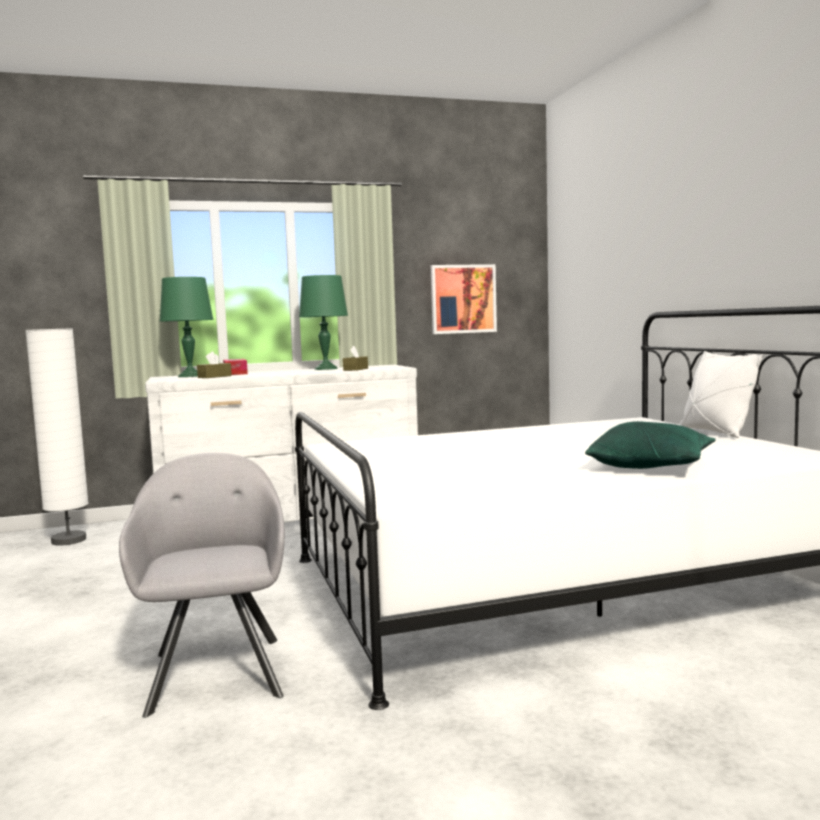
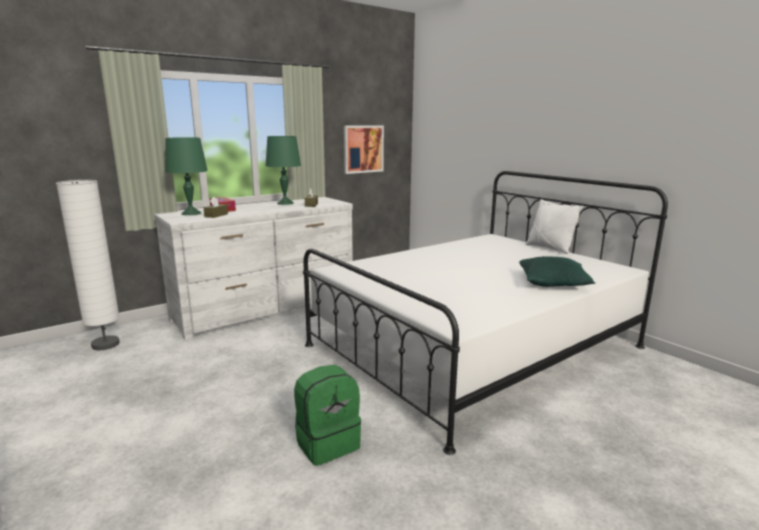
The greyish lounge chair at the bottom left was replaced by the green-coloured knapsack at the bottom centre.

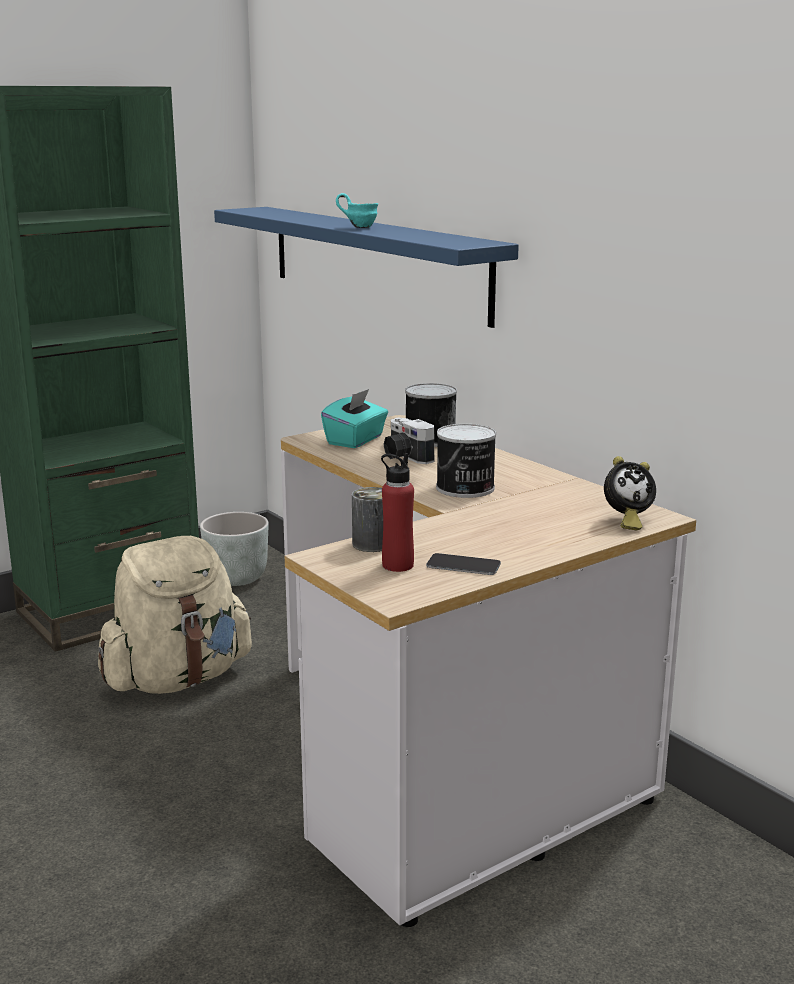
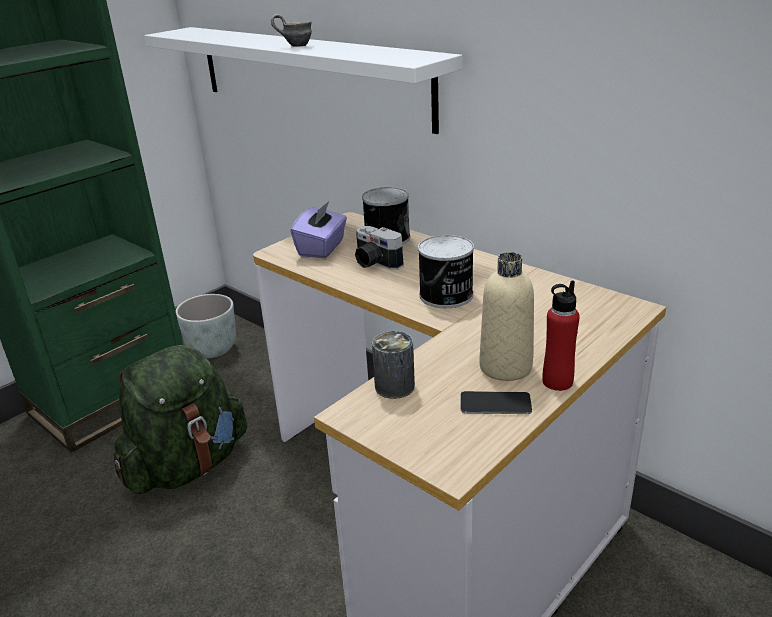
The table clock at the middle right disappeared.
The beige beverage bottle at the centre appeared.
The reddish beverage bottle moved from the centre to the middle right.
The beige knapsack at the middle left became the green-coloured knapsack at the bottom left.
The blue bracket shelf at the top centre became the whitish bracket shelf at the top centre.
The turquoise-coloured tissue box at the centre became the purple-coloured tissue box at the centre.
The turquoise-coloured tea mug at the top centre became the greyish tea mug at the top centre.

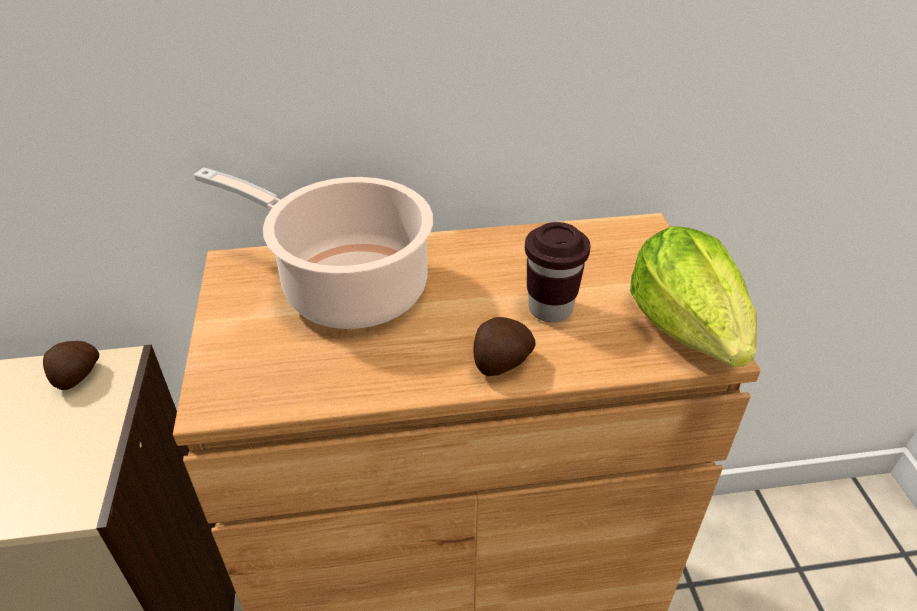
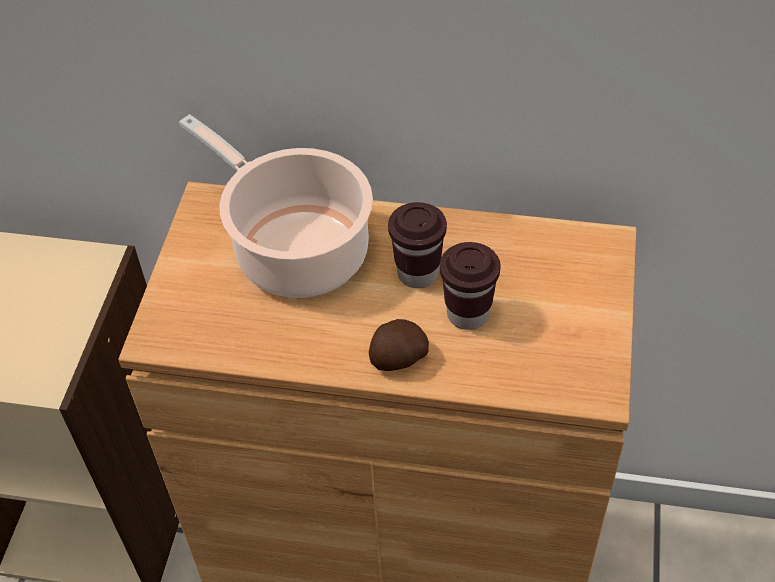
The whole potato (1st from left) at the middle left disappeared.
The lettuce at the middle right disappeared.
The brownish small cup (1st from left) at the centre appeared.

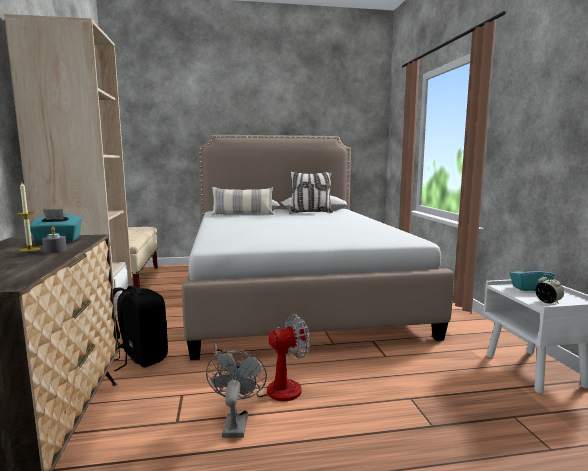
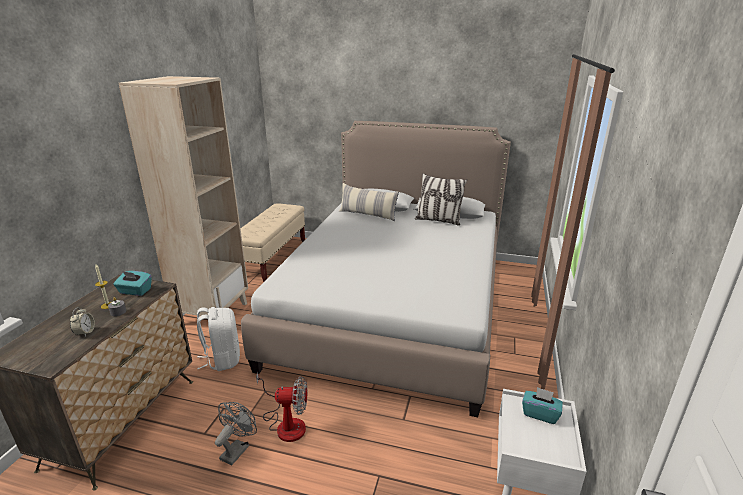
The table clock moved from the middle right to the middle left.
The black-coloured knapsack at the bottom left became the whitish knapsack at the bottom left.

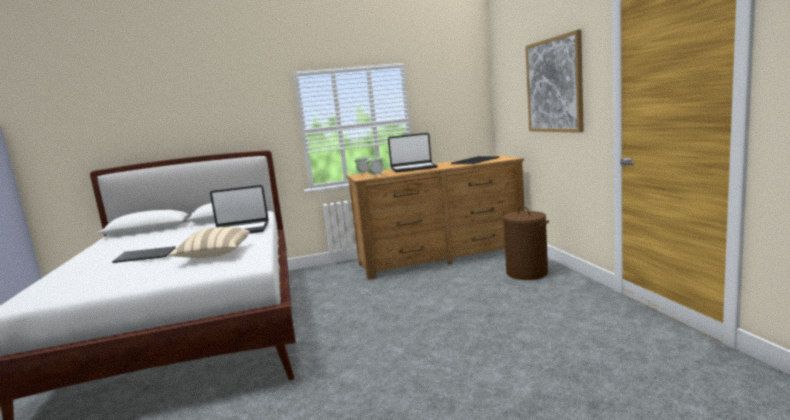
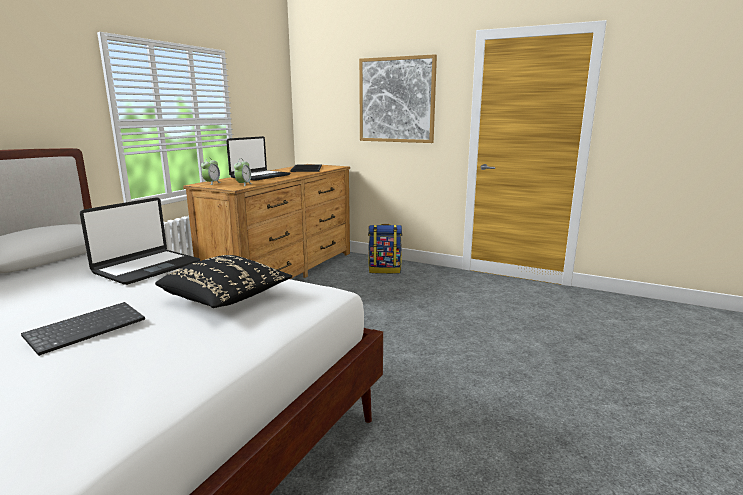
The brownish hamper at the centre was replaced by the knapsack at the centre.
The beige pillow at the middle left became the black-coloured pillow at the middle left.

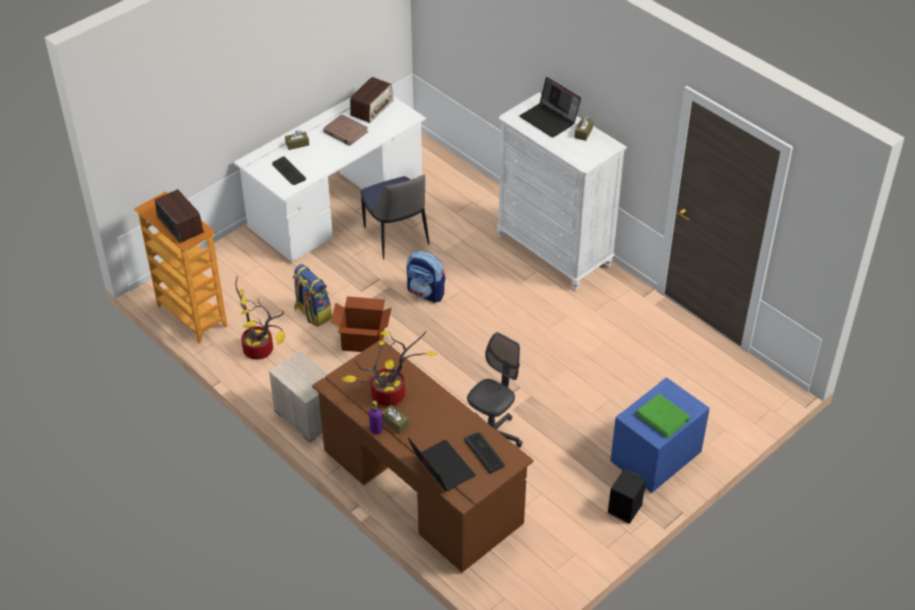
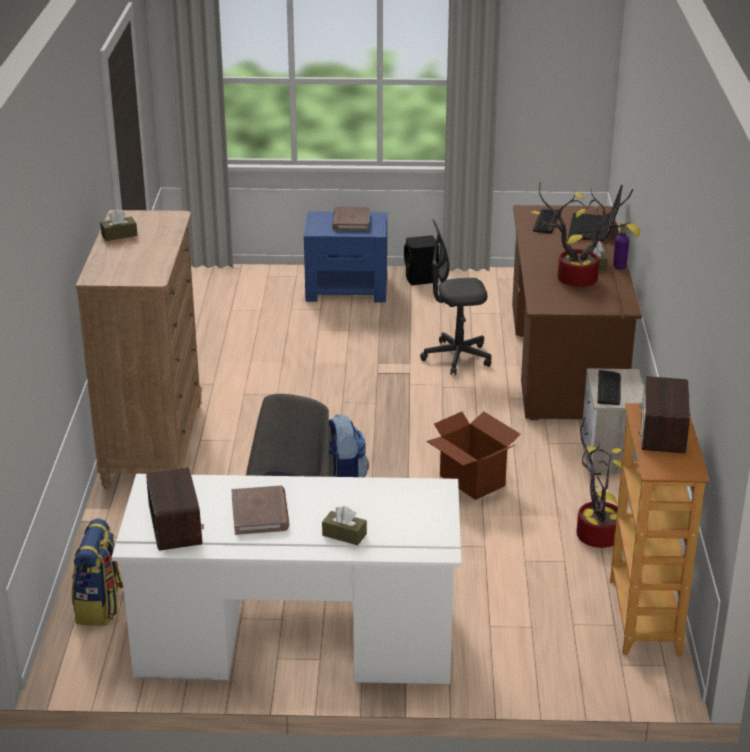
The notebook computer (2nd from left) at the top centre disappeared.
The PC keyboard (1st from left in the first image) moved from the top left to the middle right.
The knapsack (1st from left) moved from the centre to the bottom left.
The whitish chest of drawers at the top centre became the brownish chest of drawers at the middle left.
The green-coloured book at the bottom right became the brownish book (2nd from left) at the top centre.
The radio (2nd from left in the first image) at the top centre turned 90 degrees clockwise.

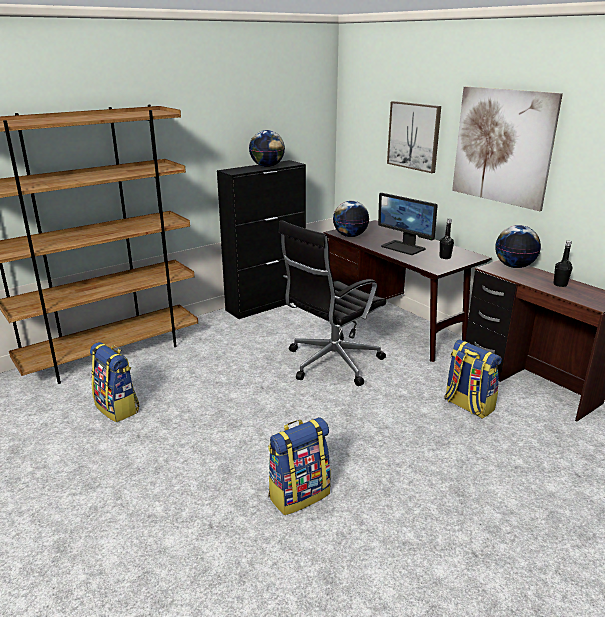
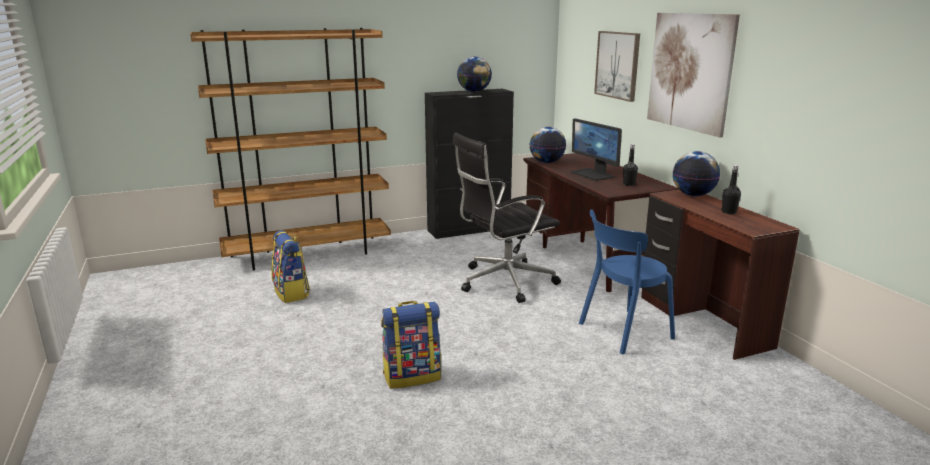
The knapsack (3rd from left) at the middle right was replaced by the blue chair at the middle right.

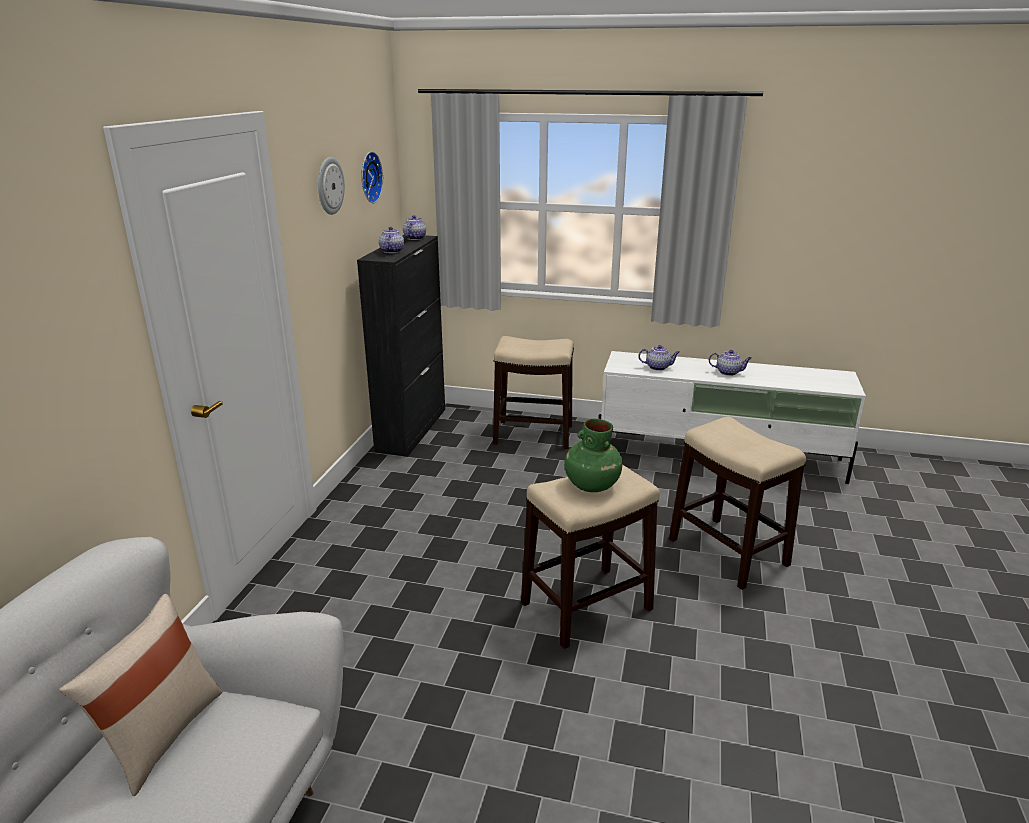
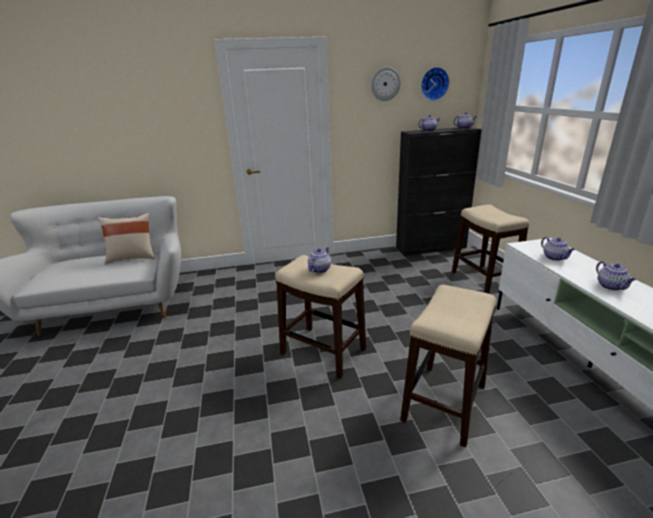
The green-coloured flower vase at the centre was replaced by the tea pot (1st from left) at the centre.

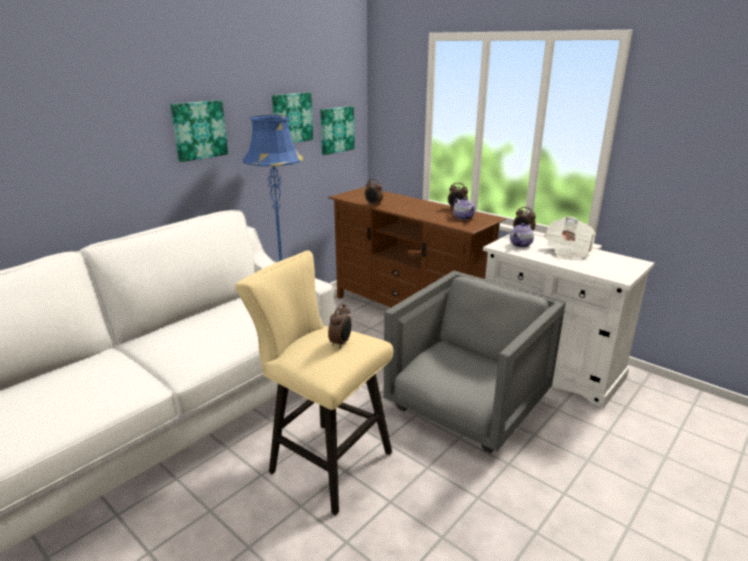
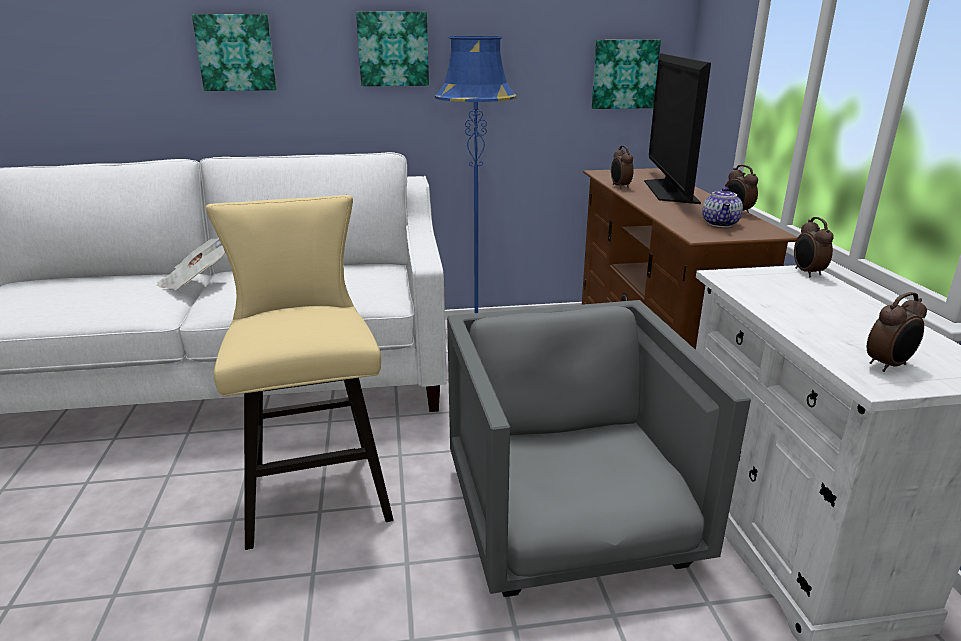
The tea pot (2nd from left) at the middle right disappeared.
The TV set at the top right appeared.
The picture (2nd from left in the first image) moved from the top centre to the top left.
The table clock (1st from left in the first image) moved from the centre to the middle right.
The daily paper moved from the middle right to the middle left.
The greyish lounge chair at the centre turned 90 degrees counterclockwise.

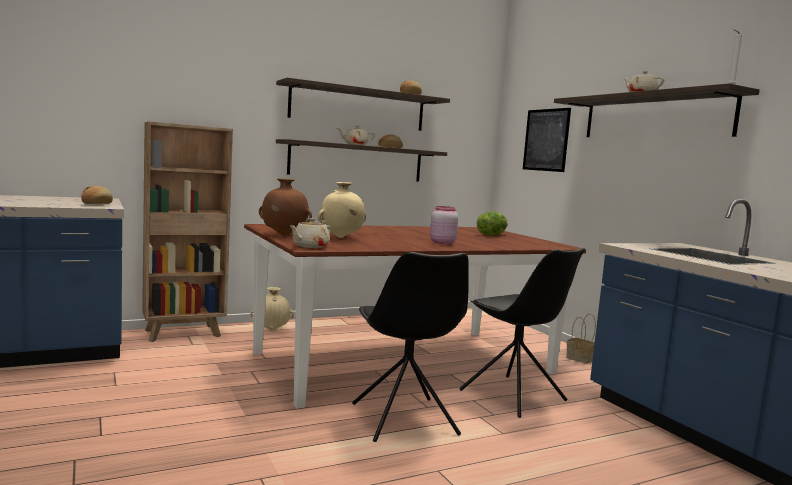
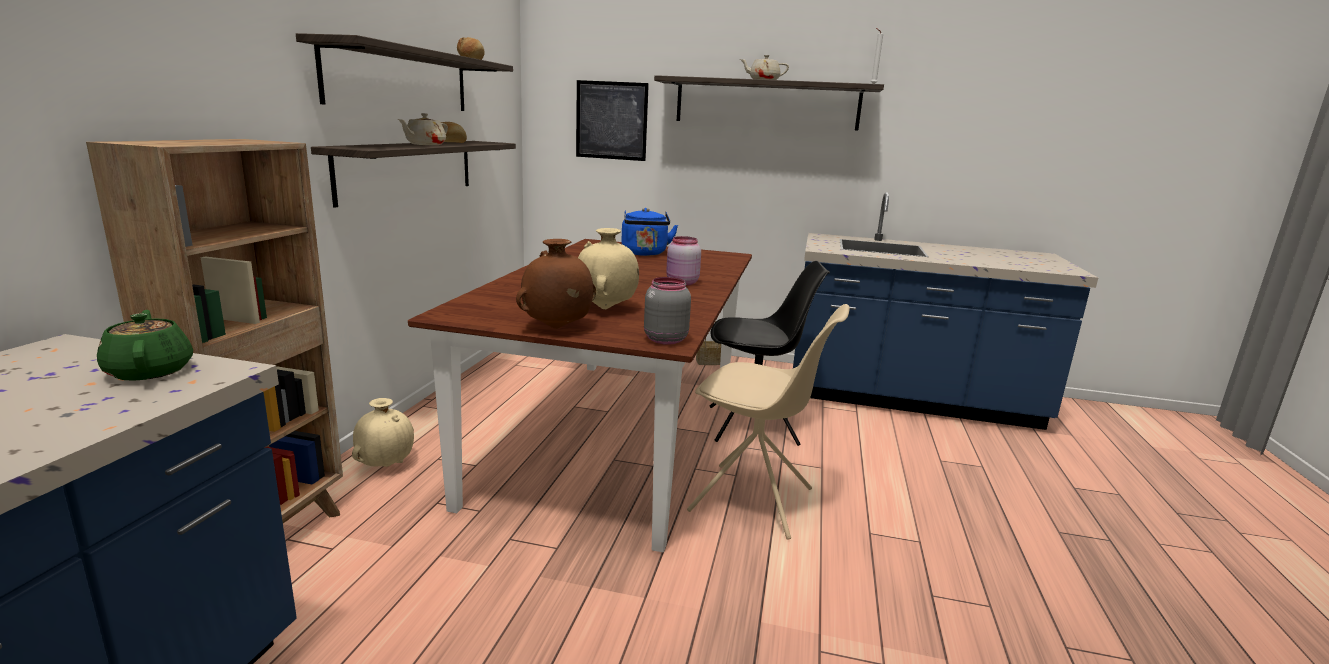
The baked bread (1st from left) at the middle left was replaced by the green-coloured tea pot at the middle left.
The beige tea pot (1st from left) at the centre was replaced by the greyish preserve jar at the centre.
The lettuce at the centre was replaced by the blue tea kettle at the centre.
The black-coloured chair (1st from left) at the bottom centre became the beige chair at the centre.

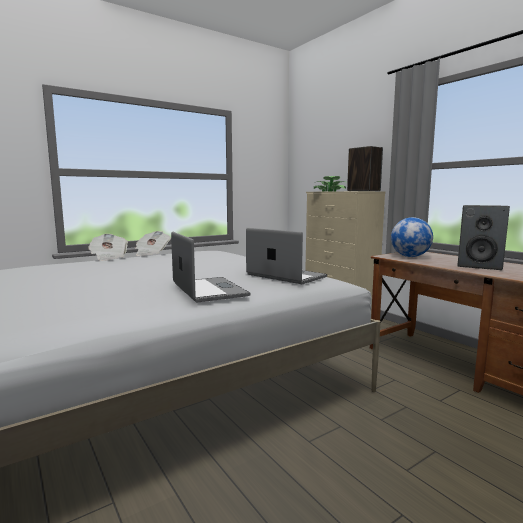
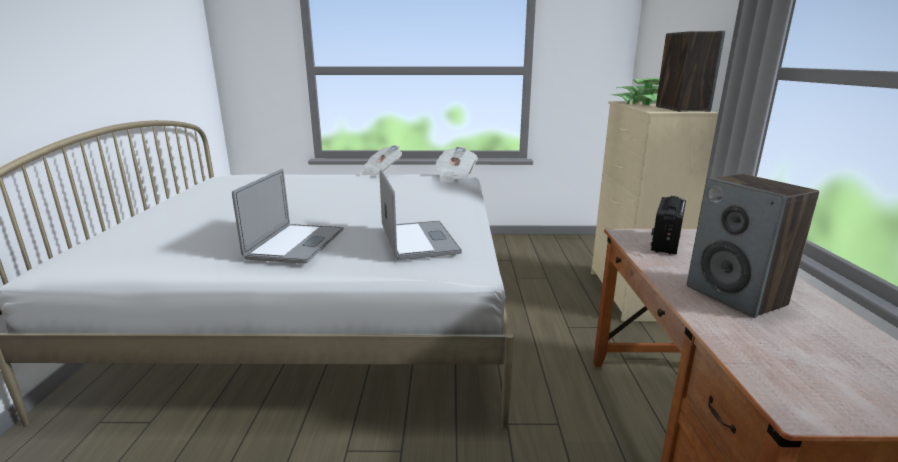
The daily paper (1st from left in the first image) moved from the middle left to the centre.
The world globe at the middle right was replaced by the radio at the middle right.

